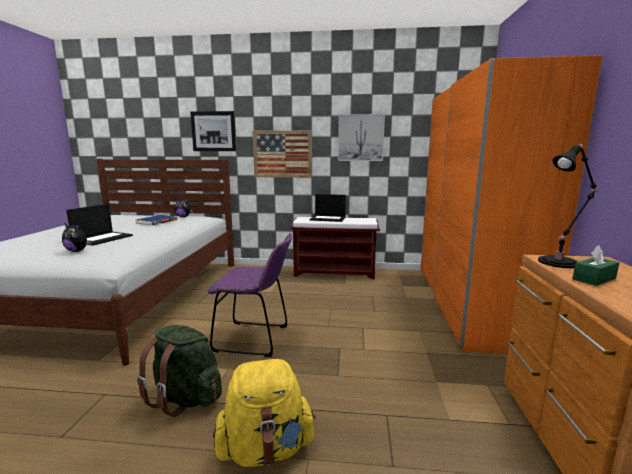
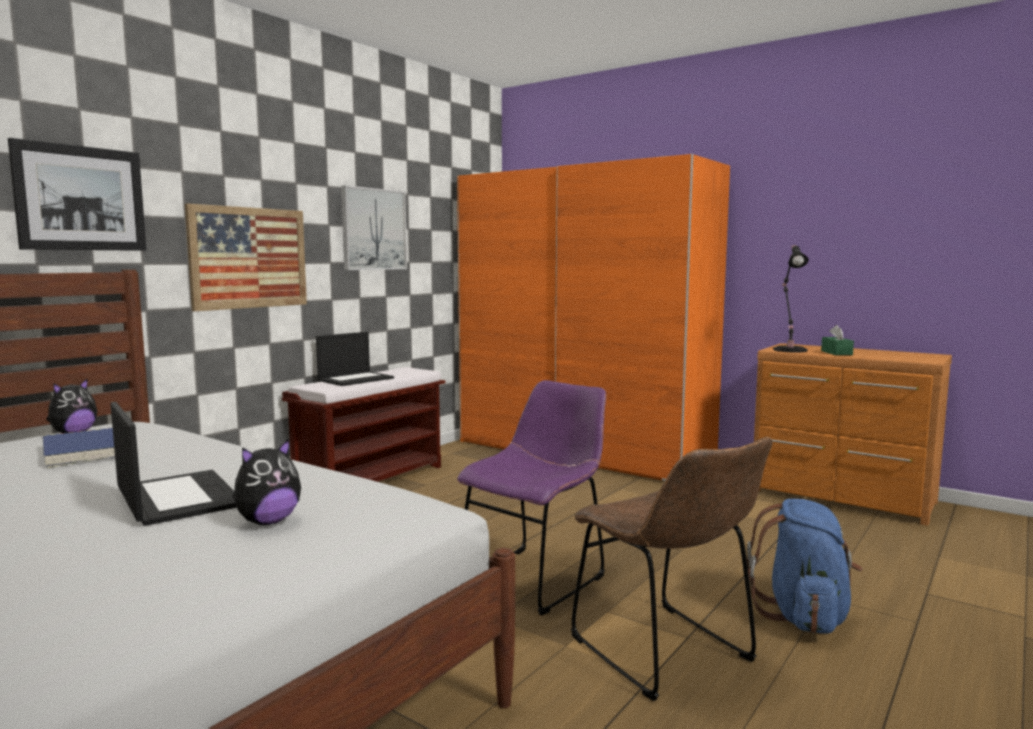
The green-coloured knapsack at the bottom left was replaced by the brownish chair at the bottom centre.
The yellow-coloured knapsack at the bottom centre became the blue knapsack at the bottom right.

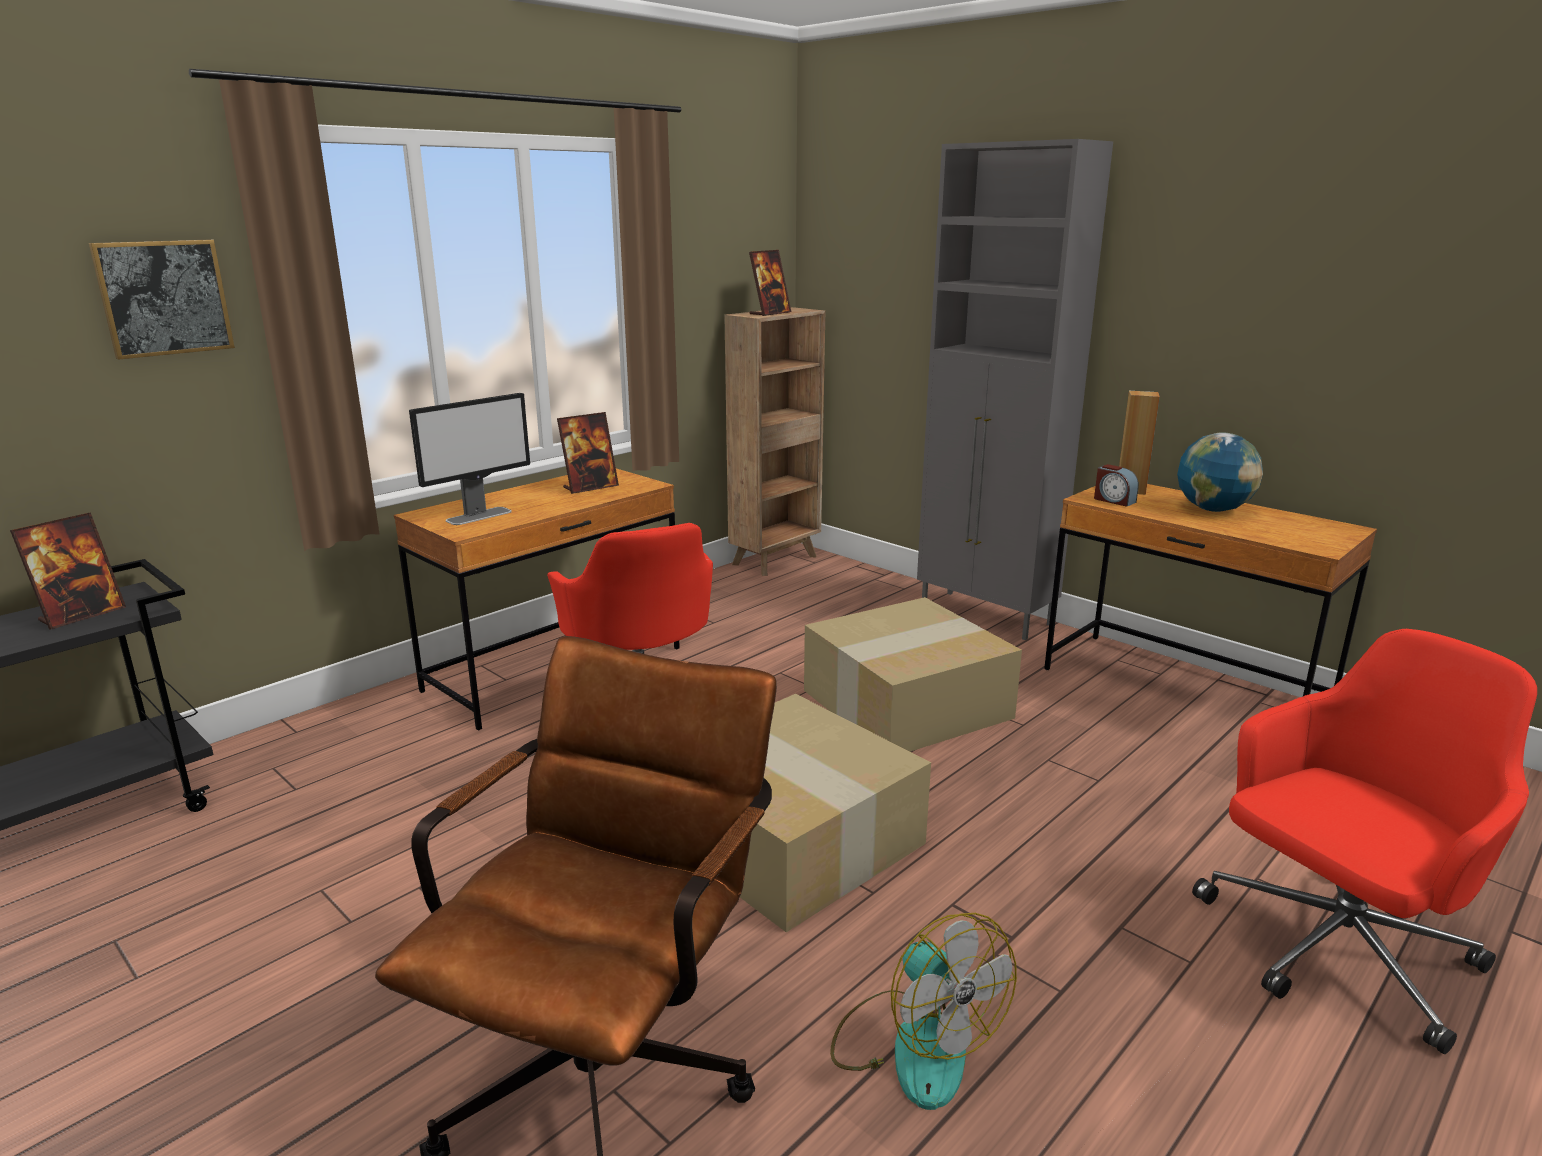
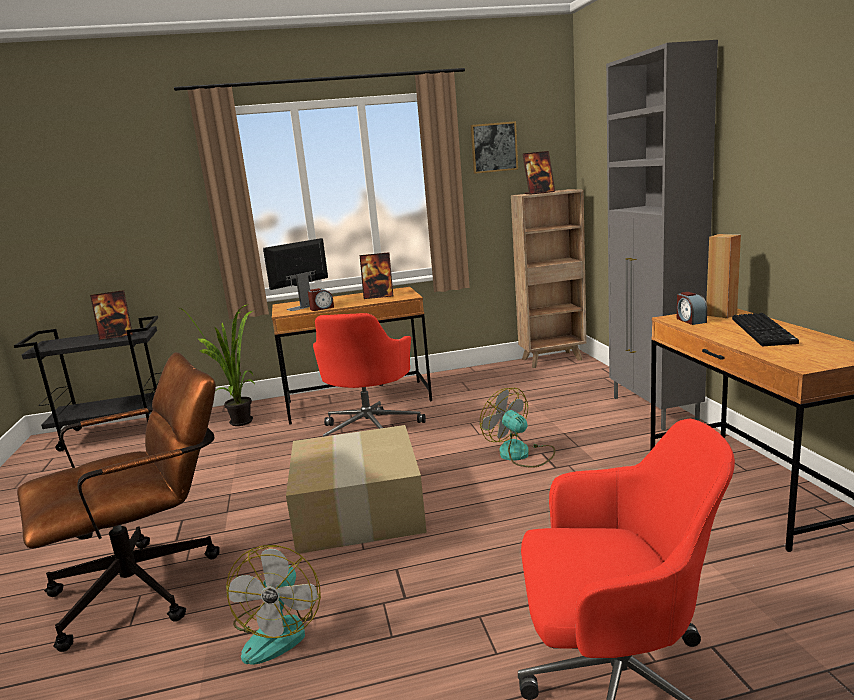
The houseplant at the middle left appeared.
The table clock (1st from left) at the centre appeared.
The picture moved from the top left to the top centre.
The carton (2nd from left) at the centre was replaced by the electric fan (2nd from left) at the centre.
The world globe at the middle right was replaced by the PC keyboard at the middle right.
The computer screen at the middle left turned 150 degrees clockwise.

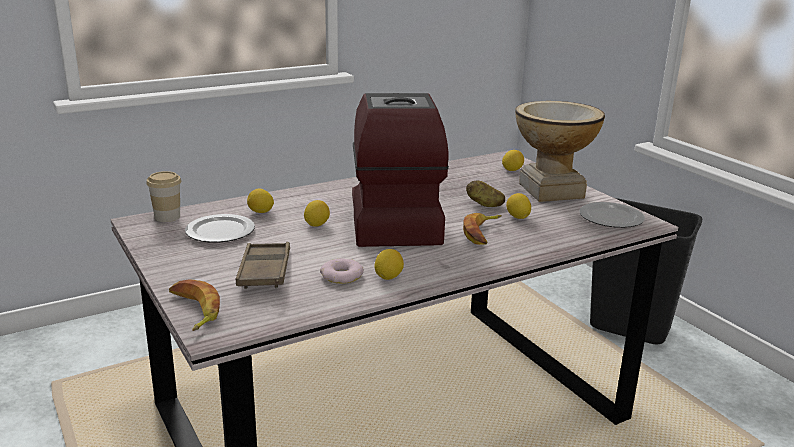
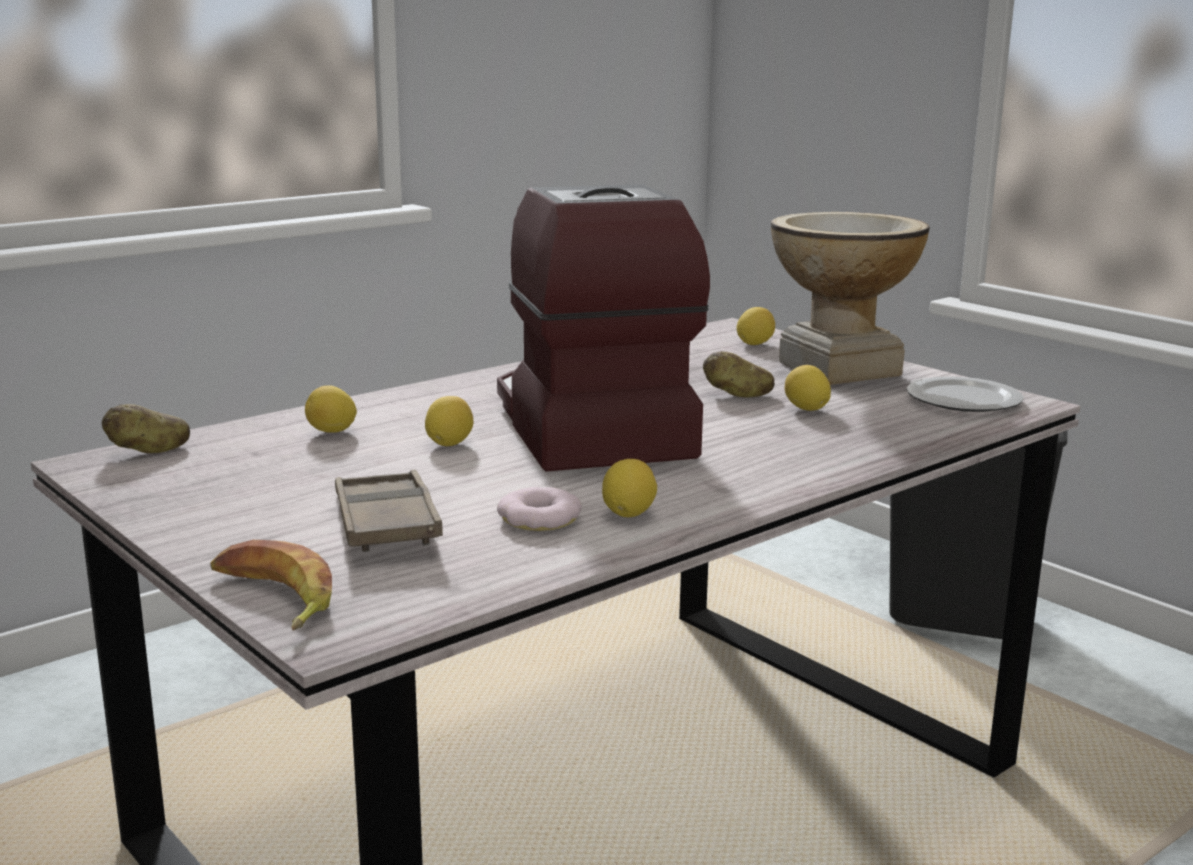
The plate (1st from left) at the middle left disappeared.
The whole banana (2nd from left) at the centre disappeared.
The small cup at the middle left was replaced by the whole potato (1st from left) at the middle left.

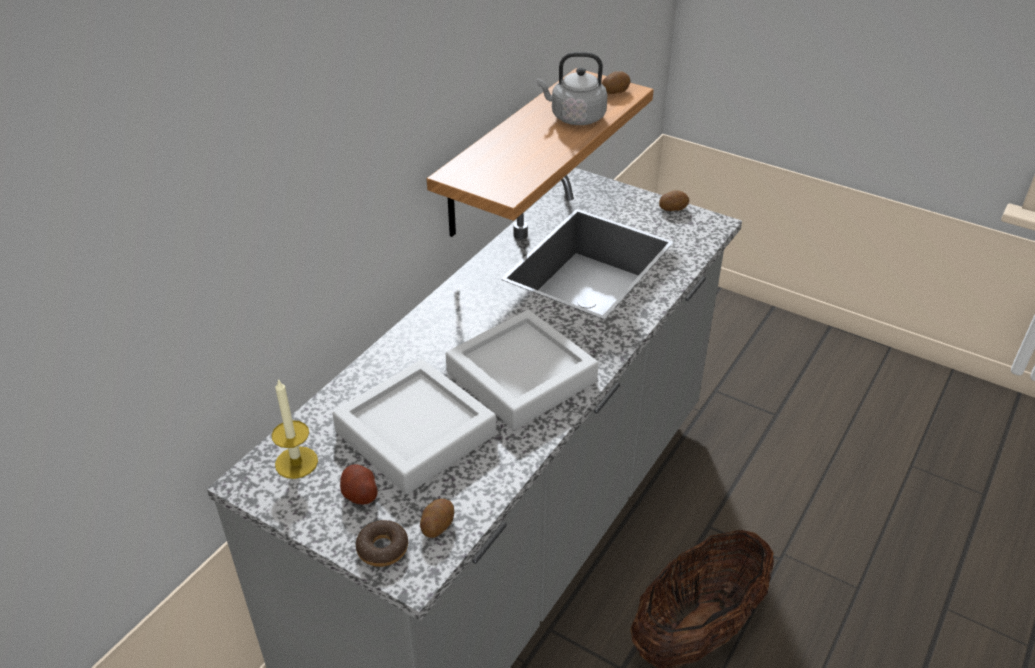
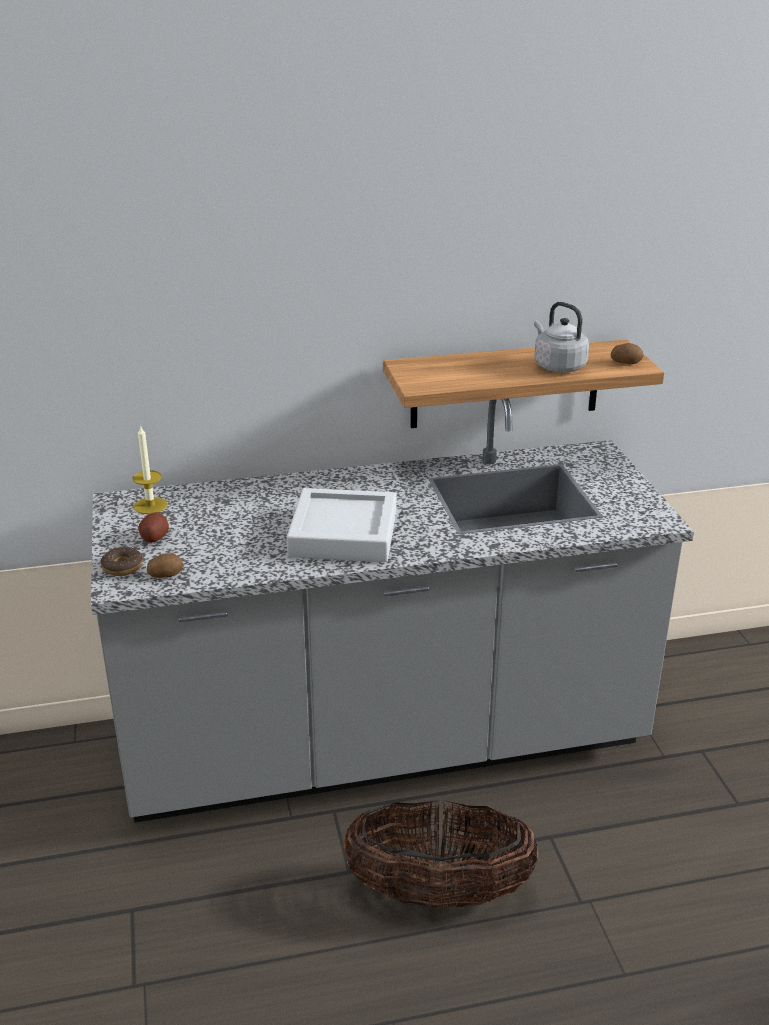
The greyish serving tray (1st from left) at the centre disappeared.
The whole potato (4th from left) at the top centre disappeared.

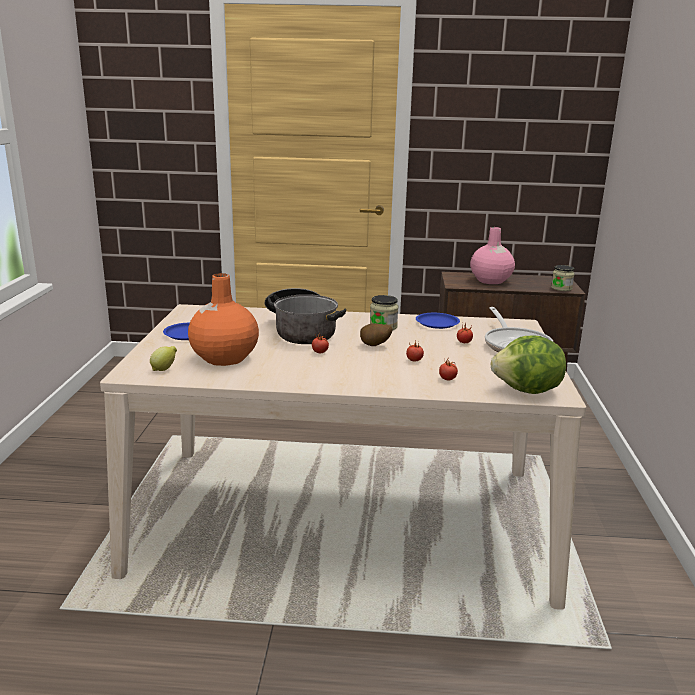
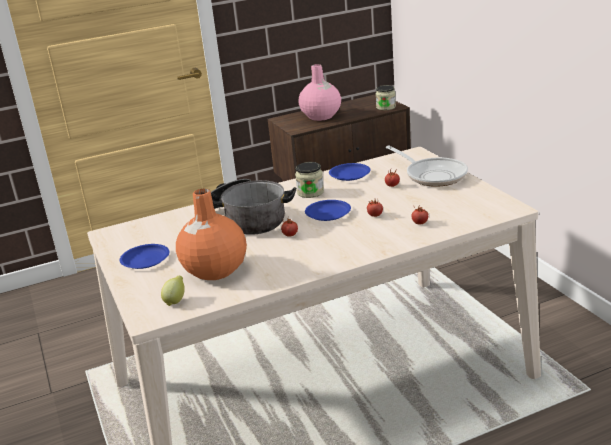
The lettuce at the middle right disappeared.
The whole potato at the centre was replaced by the blue plate (2nd from left) at the centre.

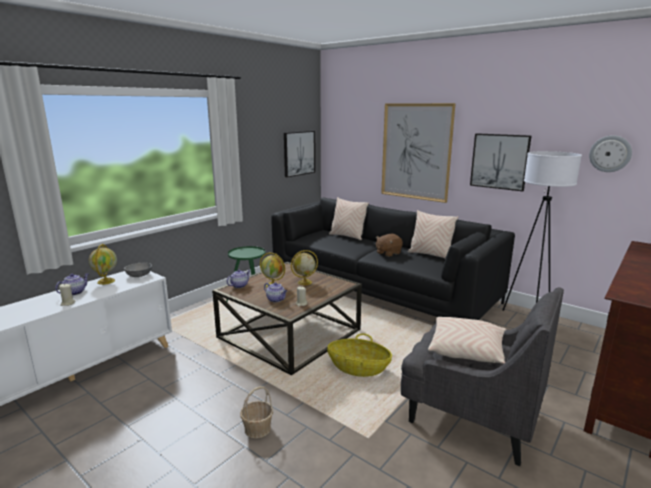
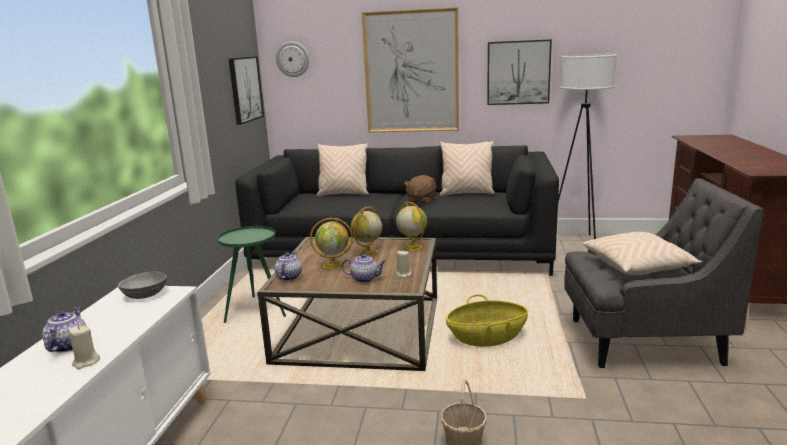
The world globe (1st from left in the first image) moved from the middle left to the centre.
The hanging clock moved from the top right to the top centre.

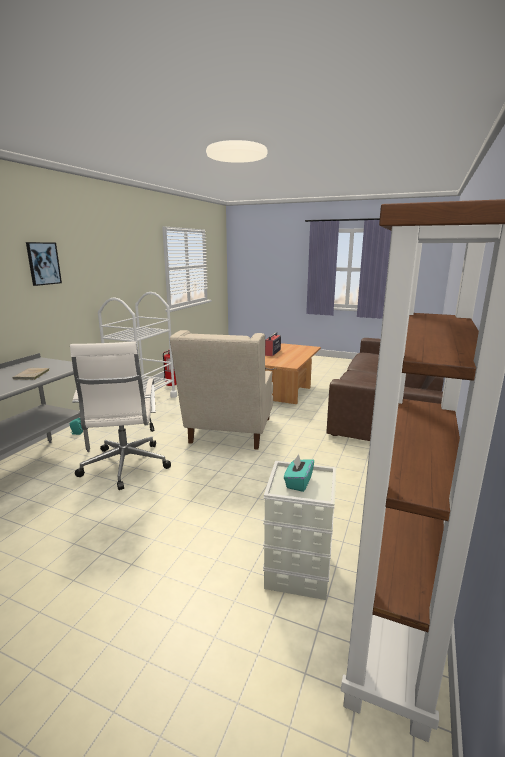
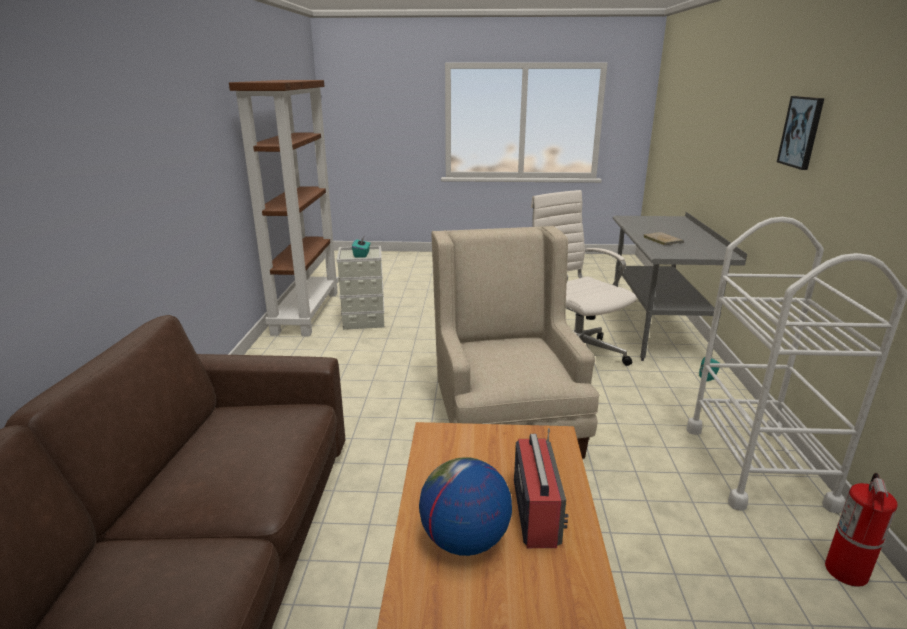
The world globe at the bottom centre appeared.

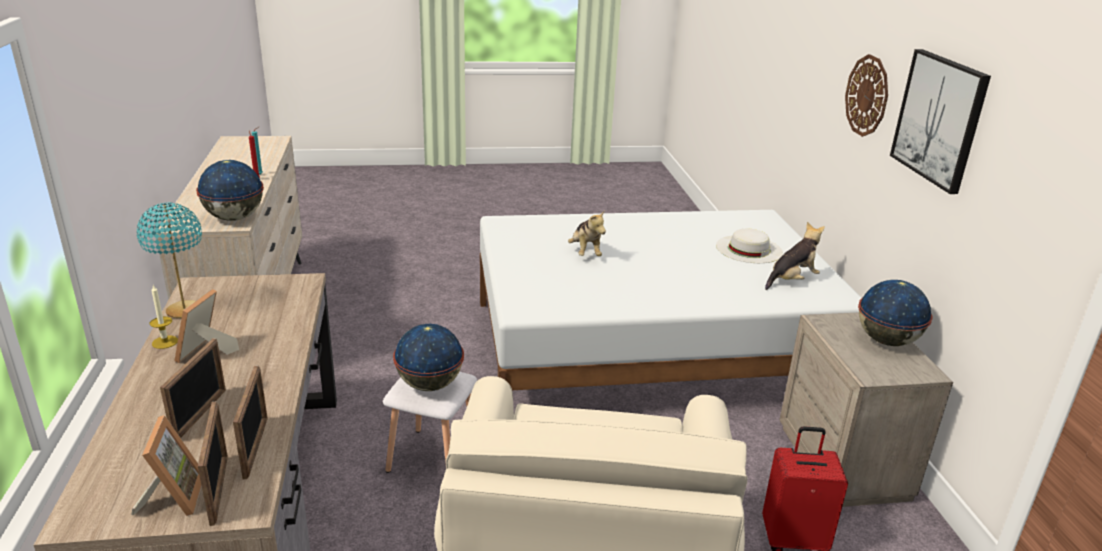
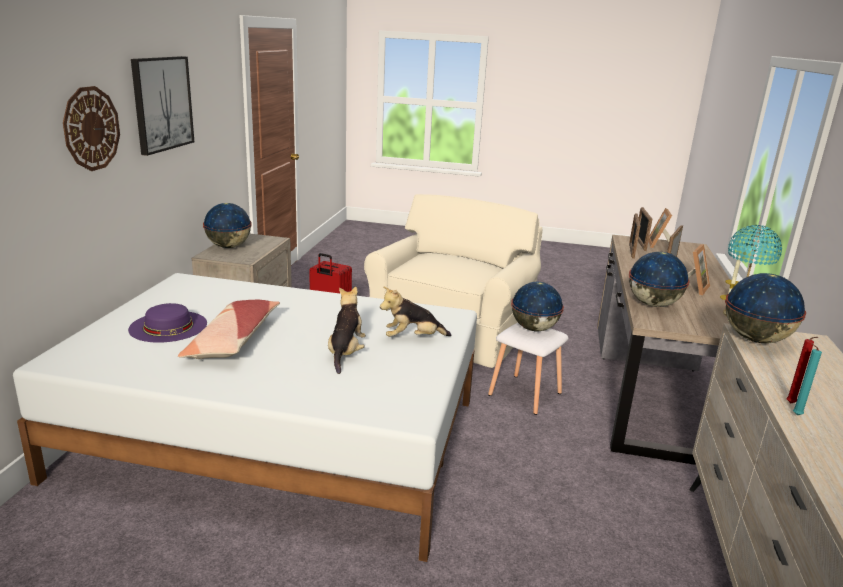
The pillow at the middle left appeared.
The world globe (3rd from left) at the middle right appeared.
The plush toy (2nd from left) moved from the middle right to the centre.
The whitish clothing hat at the middle right became the purple-coloured clothing hat at the middle left.

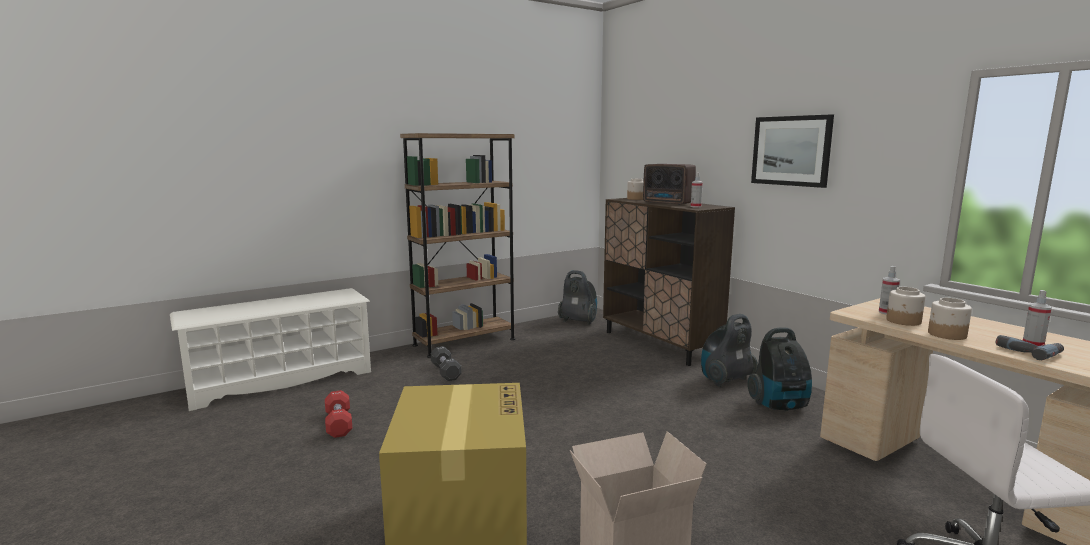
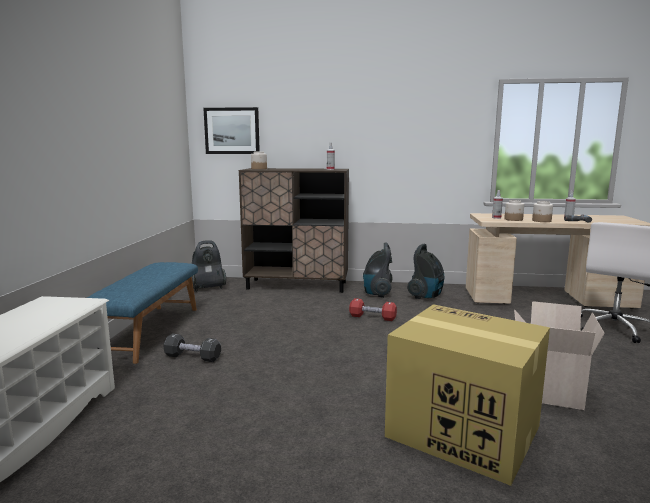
The radio at the centre disappeared.
The reddish dumbbell moved from the bottom left to the centre.
The picture moved from the top right to the top centre.
The brownish bookcase at the centre was replaced by the blue indoor bench at the middle left.

